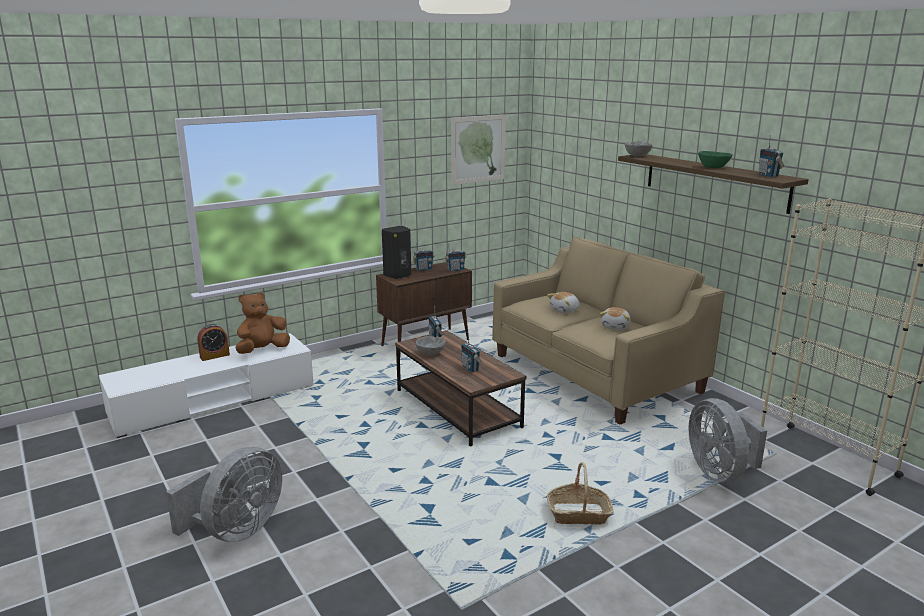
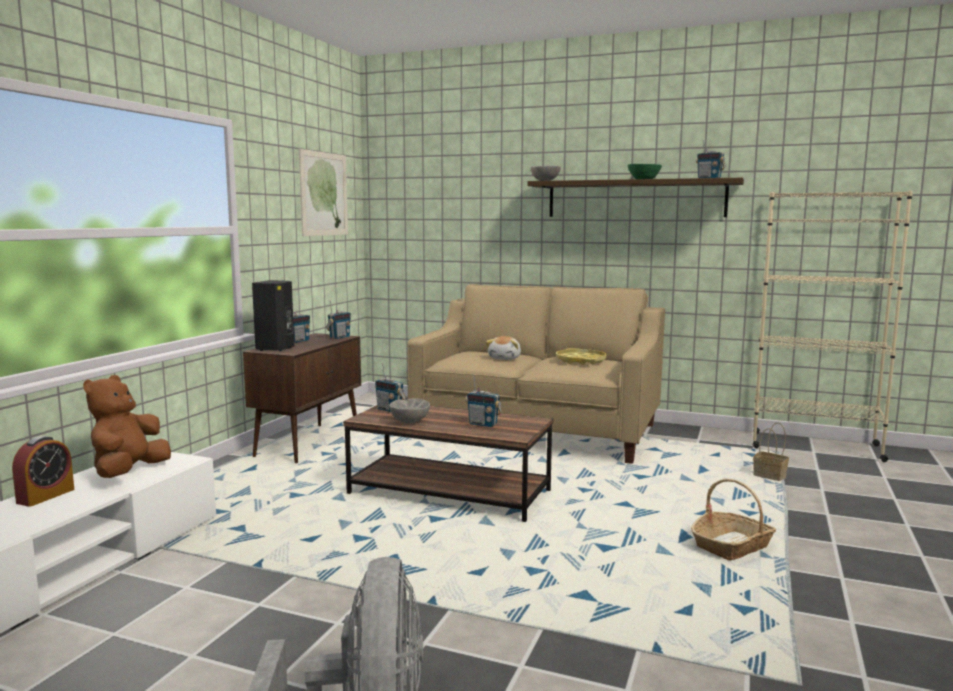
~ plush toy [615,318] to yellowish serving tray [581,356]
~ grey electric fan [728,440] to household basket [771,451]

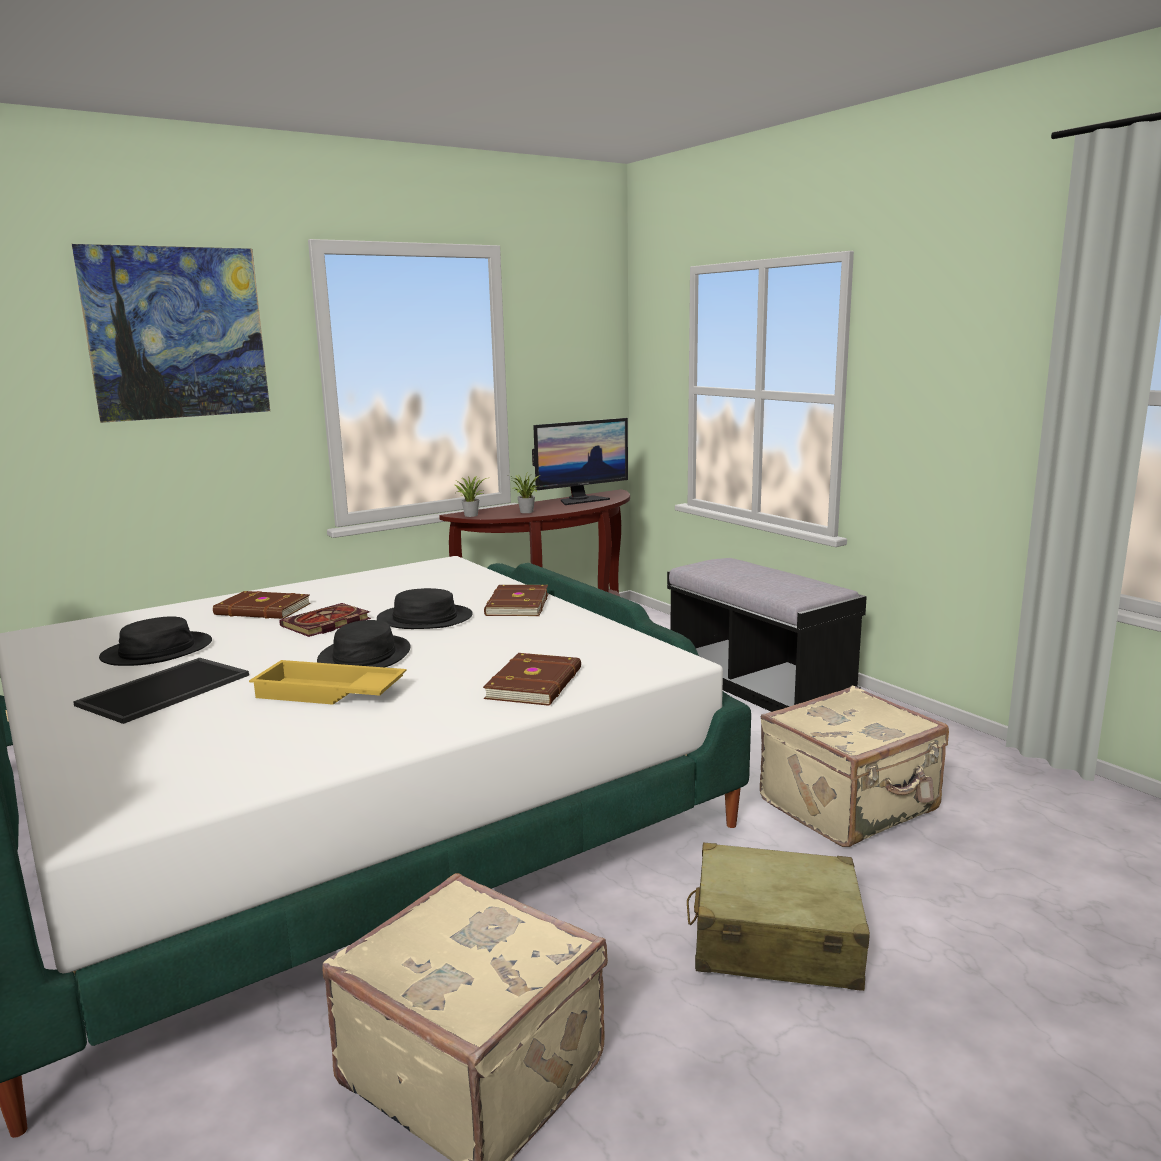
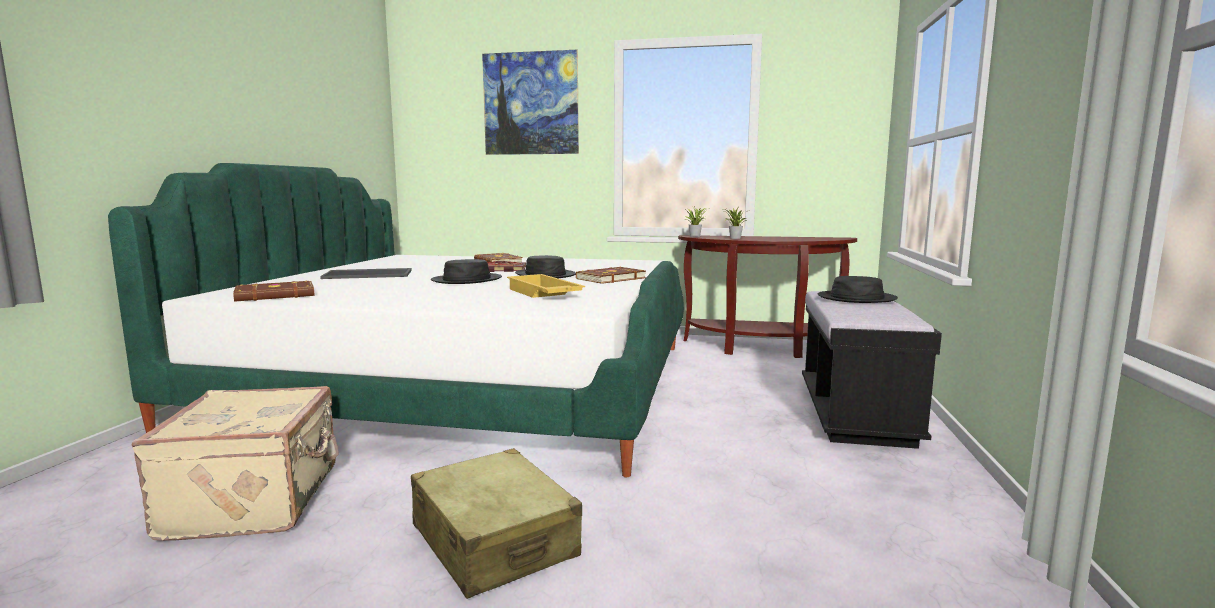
~ blackish wearable hat [155,641] to [858,289]
~ yellowish serving tray [328,682] to [546,286]
~ brownish bound book [532,679] to [274,291]
- monitor [580,461]
- beige-coloured travel case [854,766]

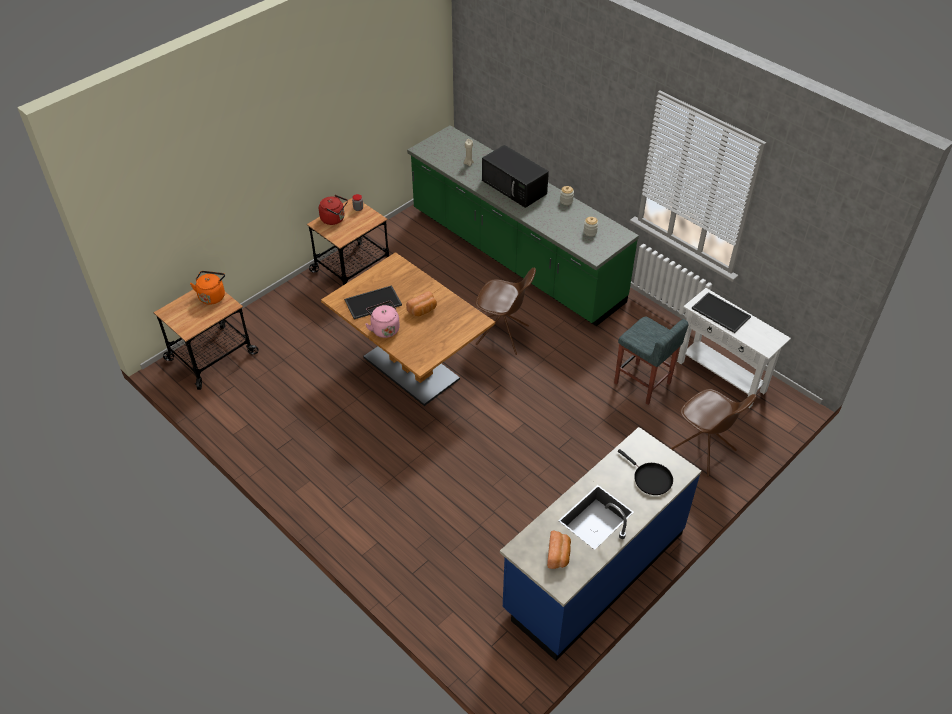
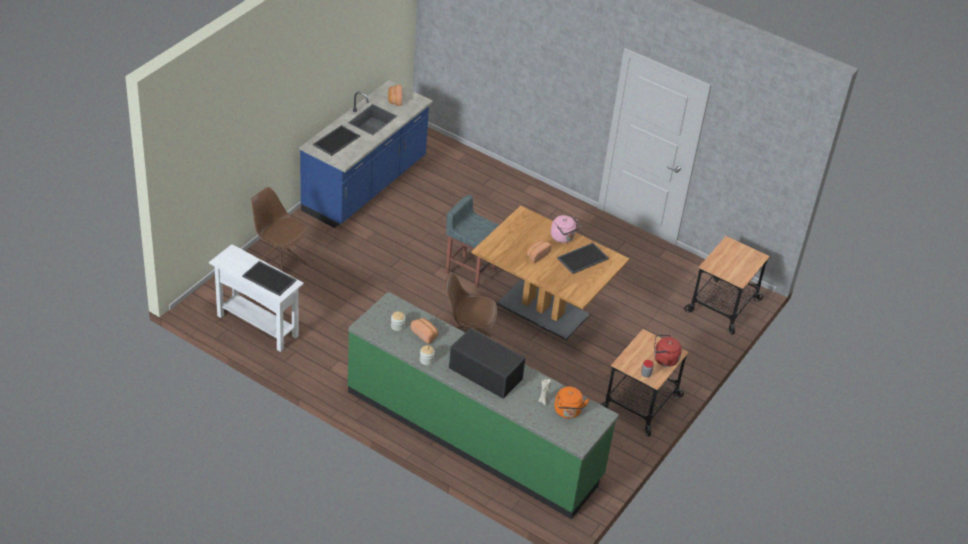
~ orangey kettle [207,288] to [572,403]
~ grey stool seat [651,360] to [472,242]
~ blackish frying pan [645,472] to serving tray [336,140]
+ bread [424,331]

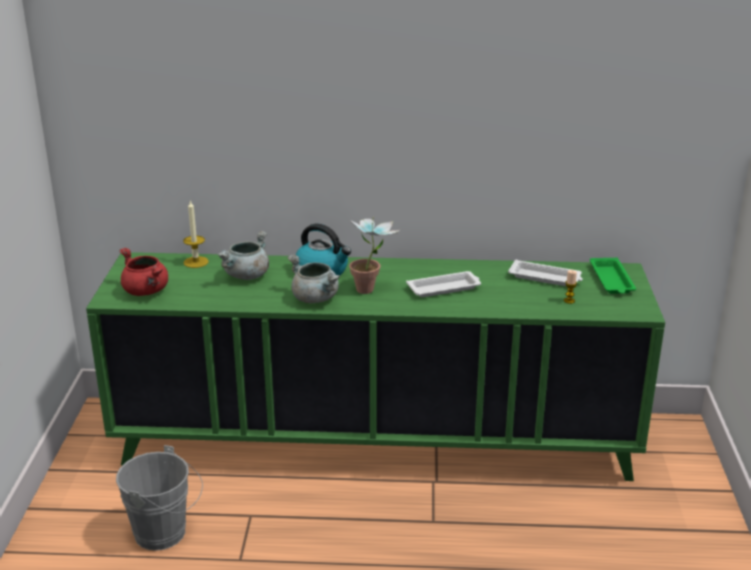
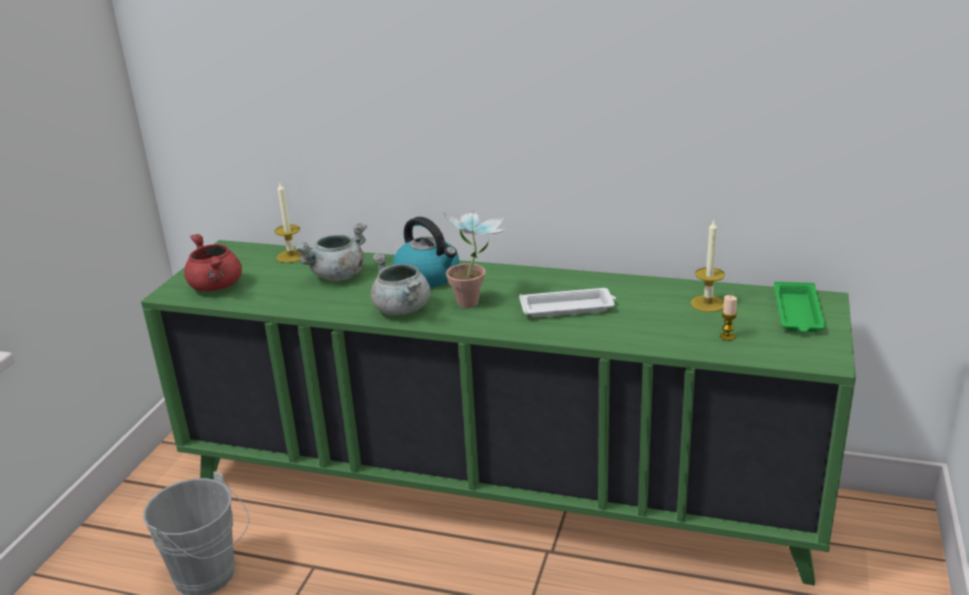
~ white serving tray [545,272] to candle [707,266]

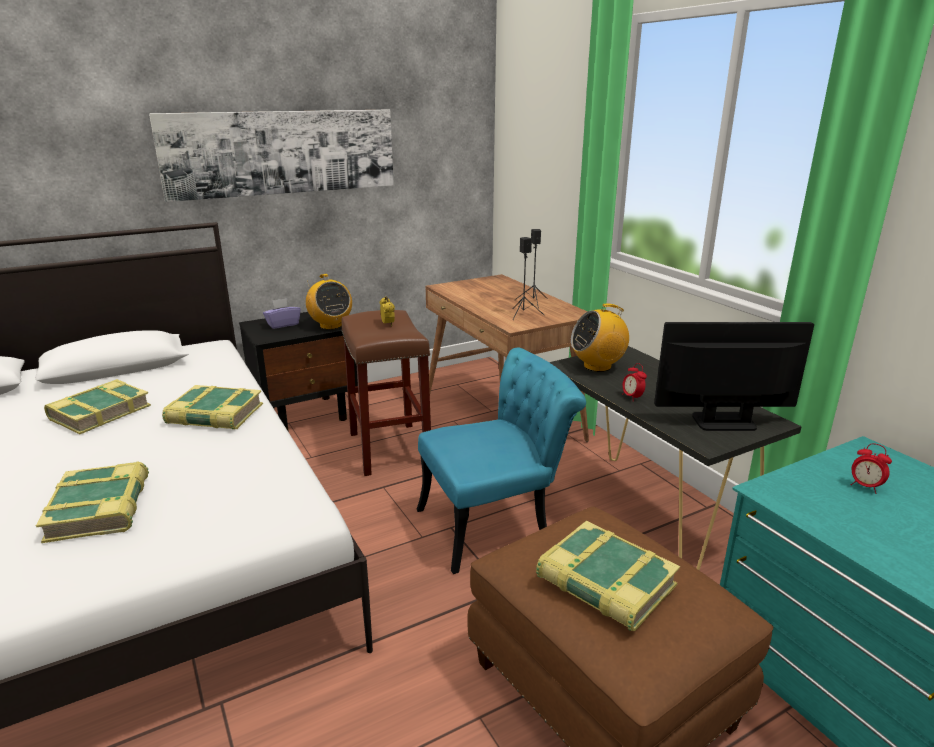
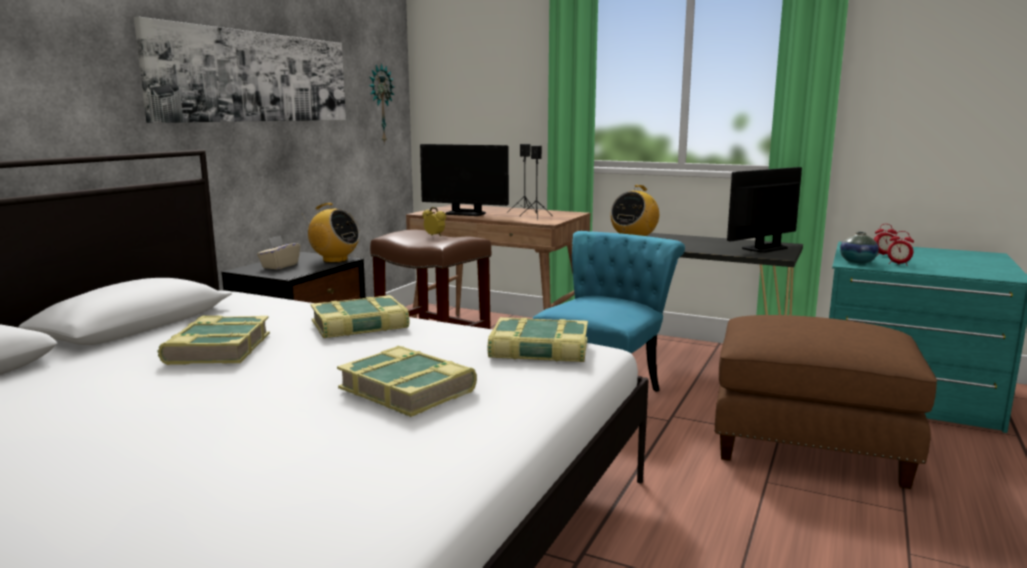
~ purple-coloured box of tissues [282,313] to beige-coloured box of tissues [278,252]
~ bound book [608,576] to [538,339]
~ bedside clock [634,382] to [900,248]
+ hanging clock [382,103]
+ monitor [464,180]
+ vase [859,247]

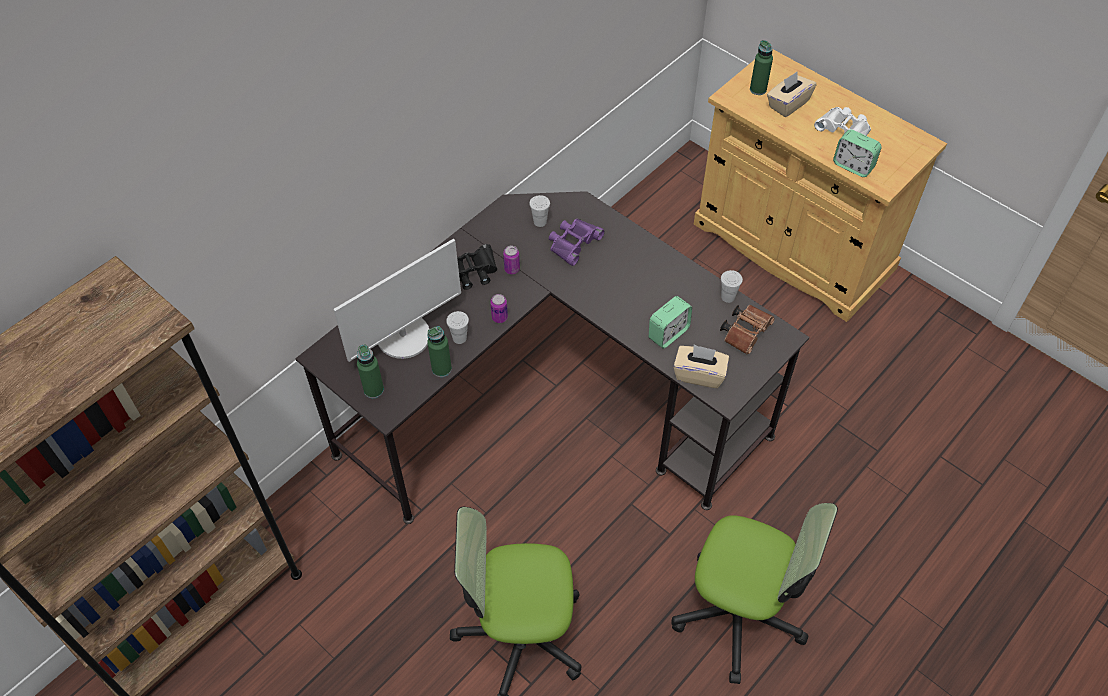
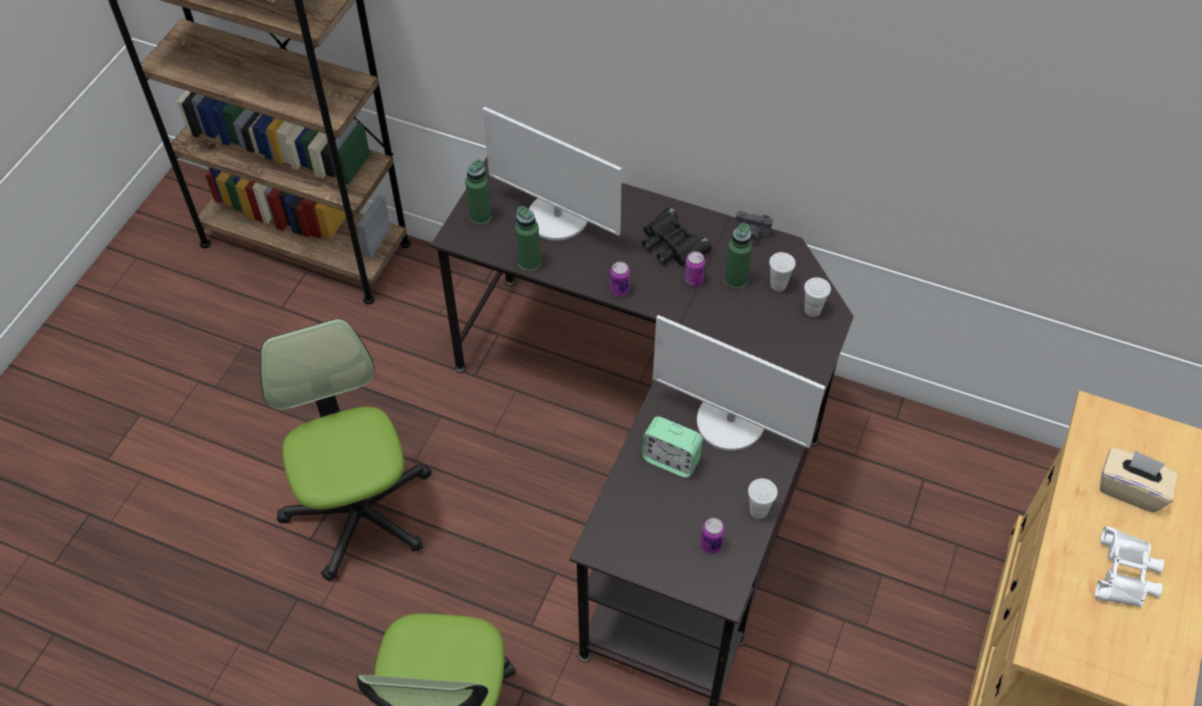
~ white small cup [457,327] to [817,297]
- purple-coloured binoculars [577,242]
- beige-coloured box of tissues [701,366]
~ brownish binoculars [747,329] to sealed can [712,536]
~ green bottle [761,67] to [738,256]
- bedside clock [857,153]
+ monitor [739,383]
+ still camera [753,227]

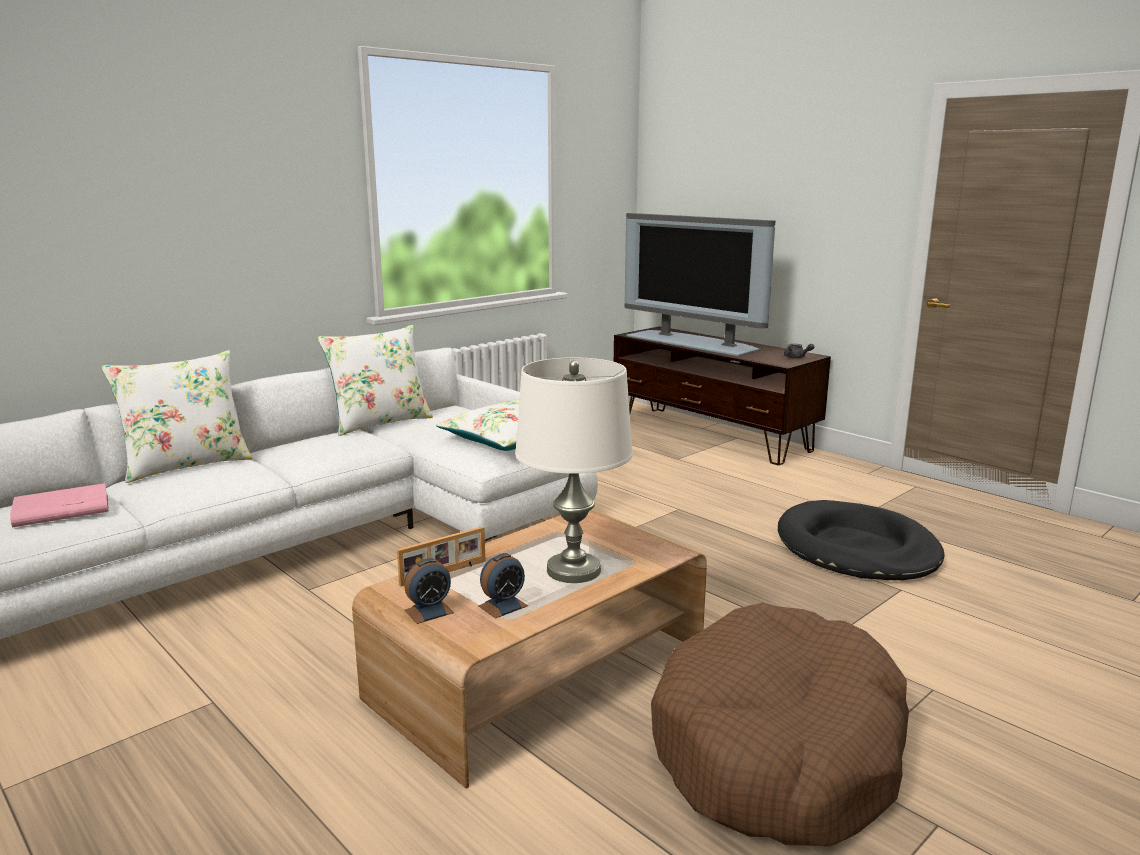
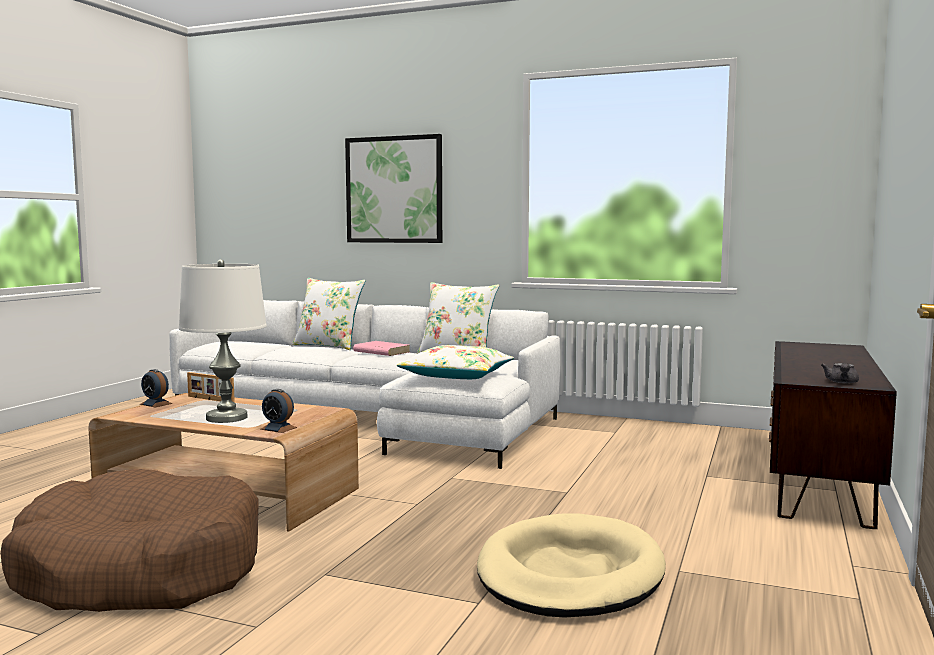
~ pink bound book [59,505] to [381,348]
~ bedside clock [503,586] to [278,411]
- TV [700,284]
~ blackish pet bed [861,540] to beige-coloured pet bed [571,565]
+ picture [393,188]

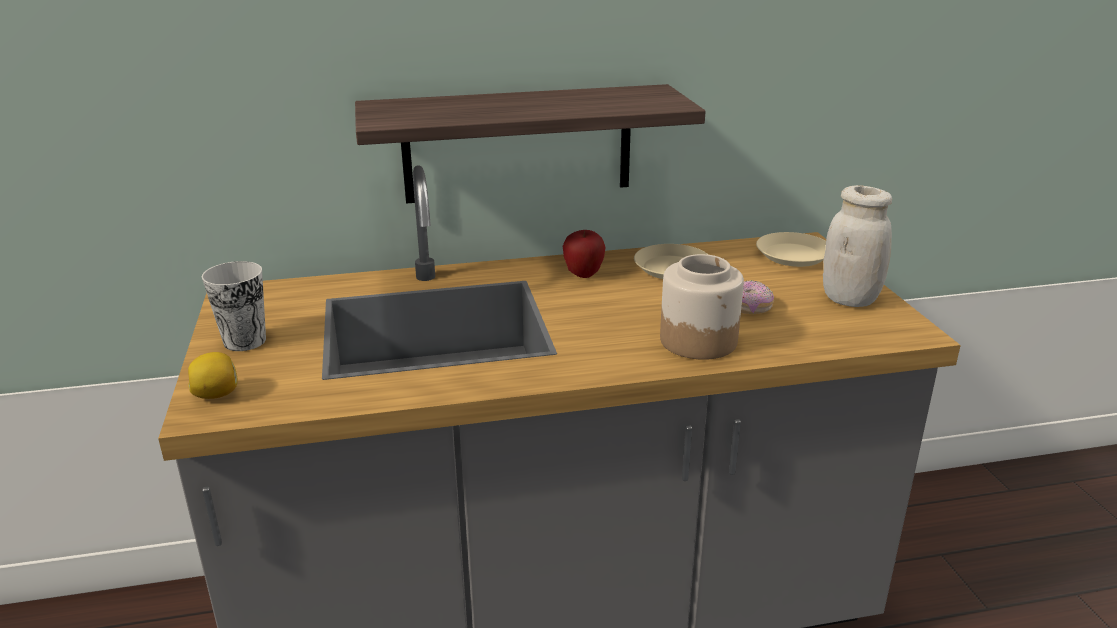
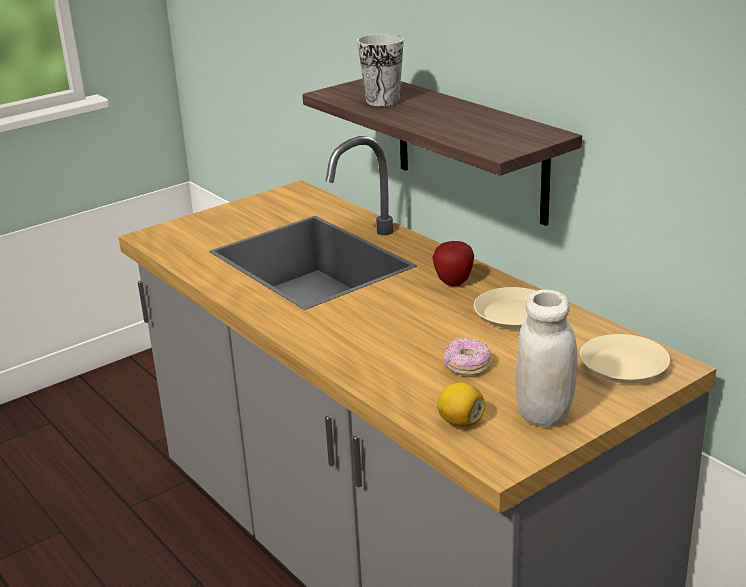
~ lemon [212,375] to [461,404]
~ small cup [234,306] to [380,70]
- storage jar [702,307]

